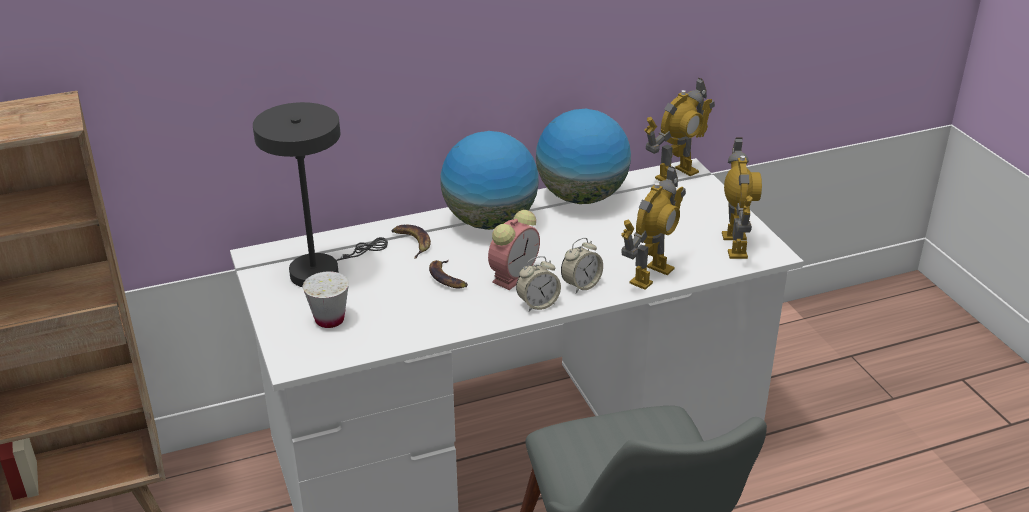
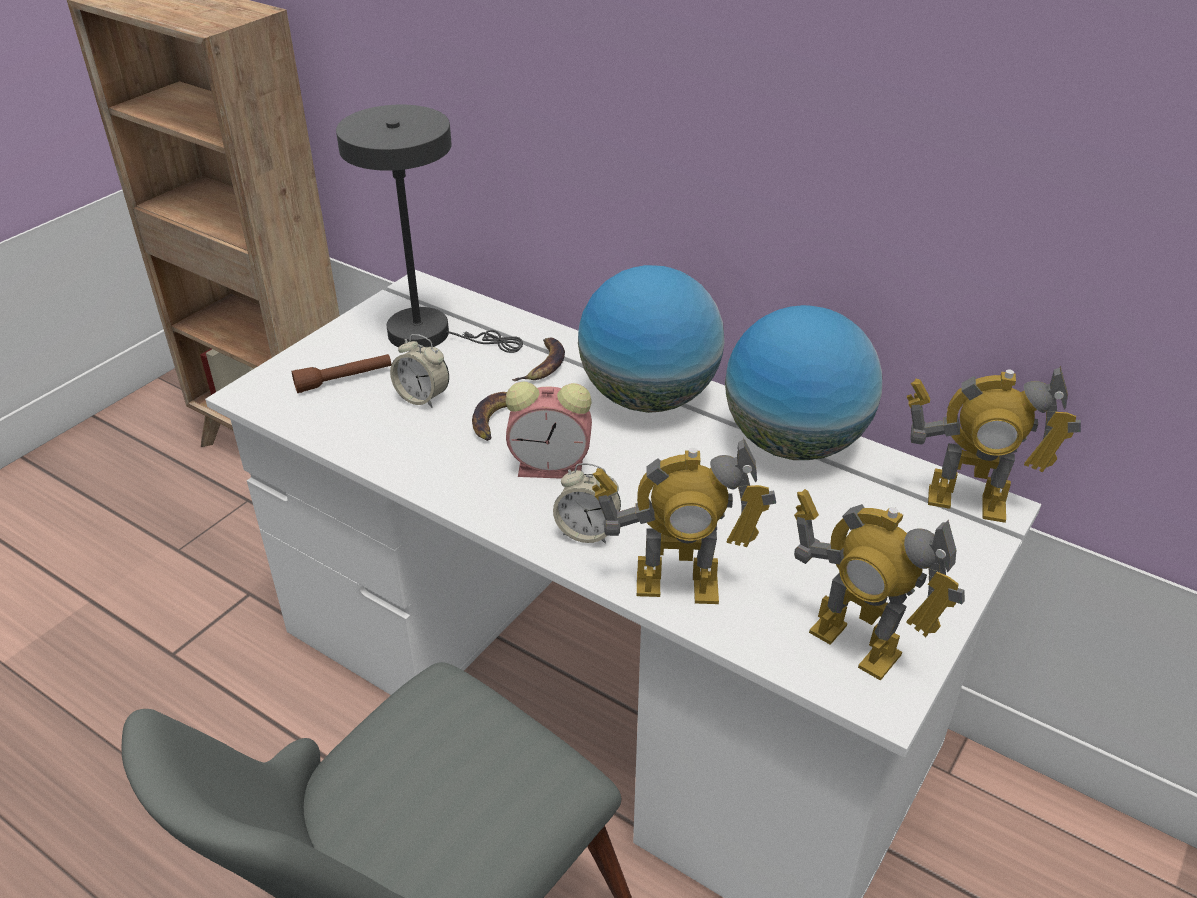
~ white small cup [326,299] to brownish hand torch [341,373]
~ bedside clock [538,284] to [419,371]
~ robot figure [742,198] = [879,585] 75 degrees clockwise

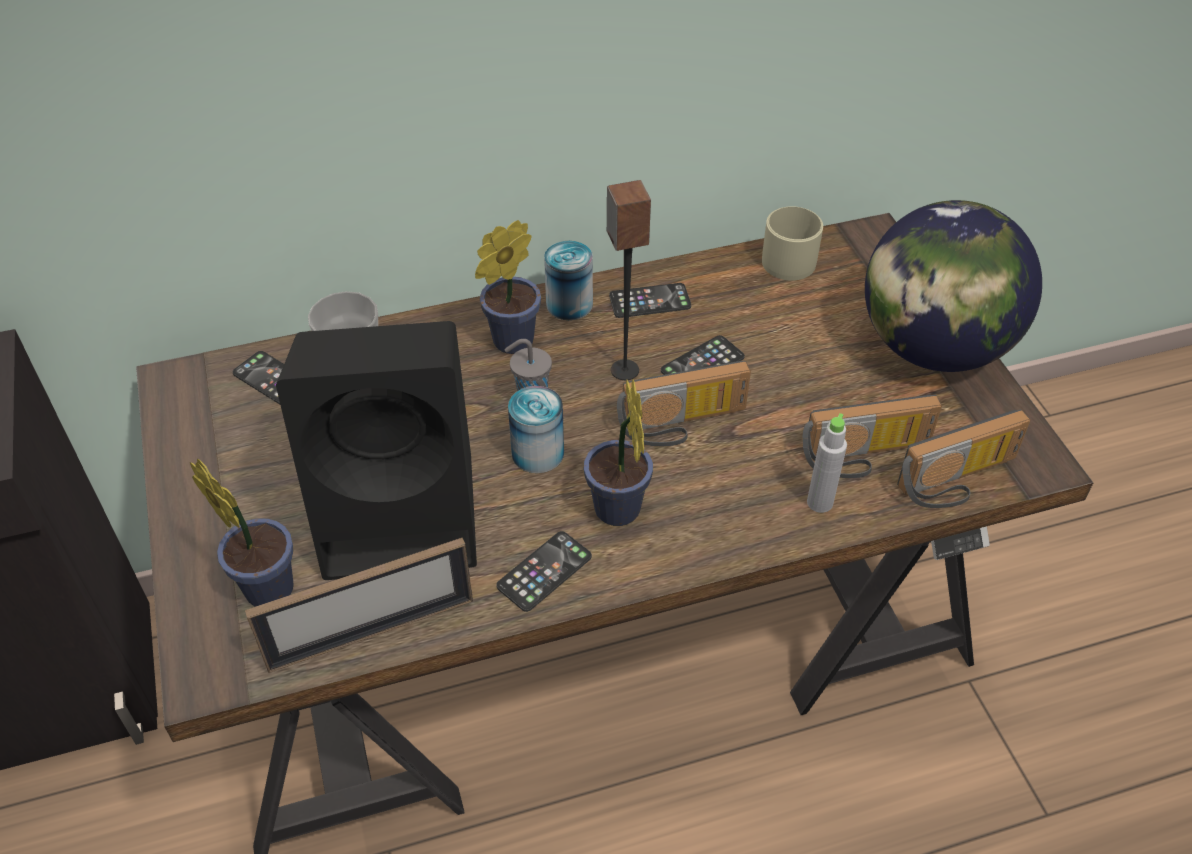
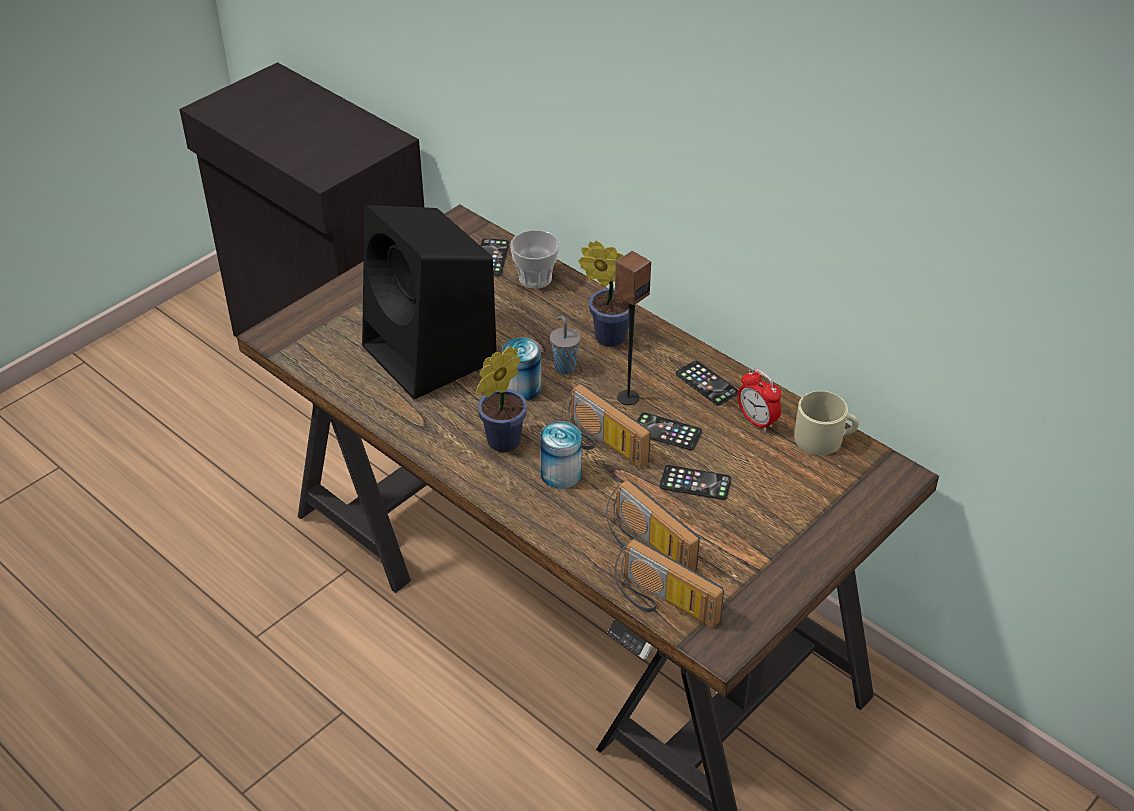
- houseplant [242,532]
- standing frame [359,605]
~ telephone [544,571] to [695,482]
~ sealed can [568,280] to [561,455]
- grey bottle [827,463]
- desk globe [953,286]
+ bedside clock [759,400]

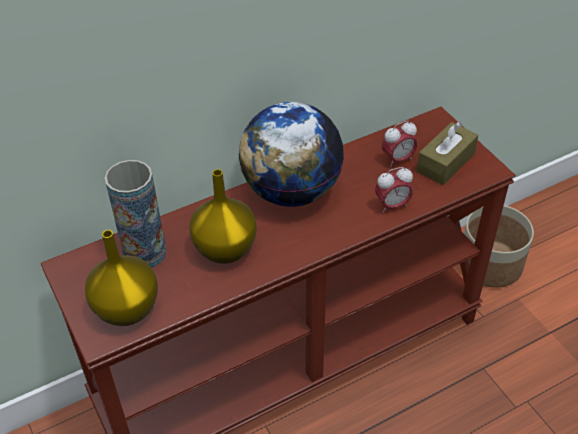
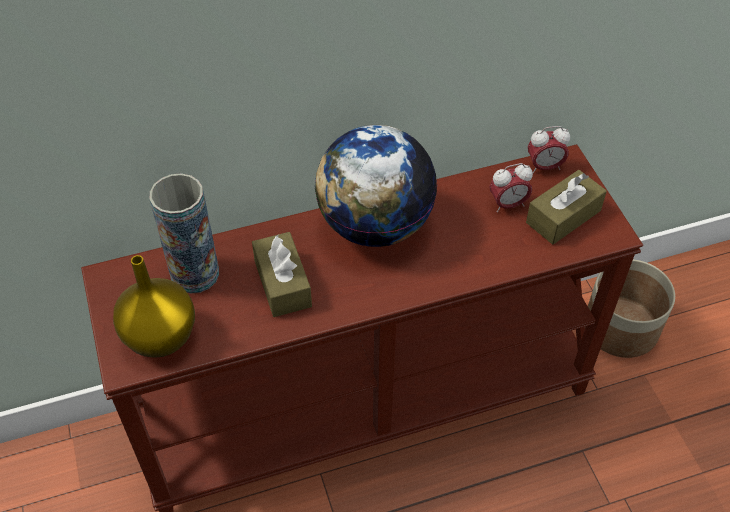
~ yellowish vase [223,216] to brownish box of tissues [282,274]
~ bedside clock [394,190] to [549,149]

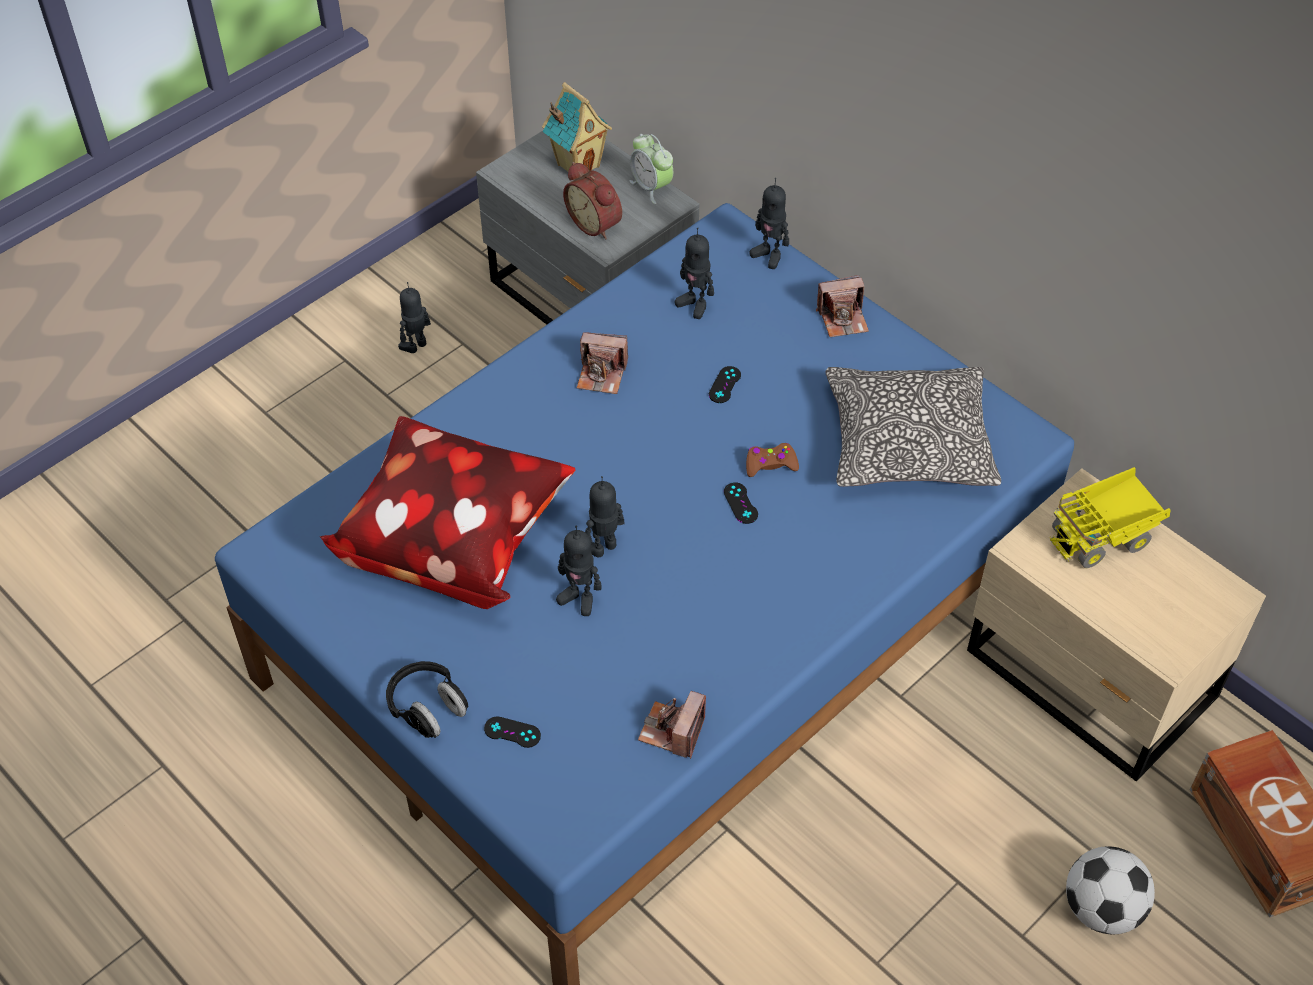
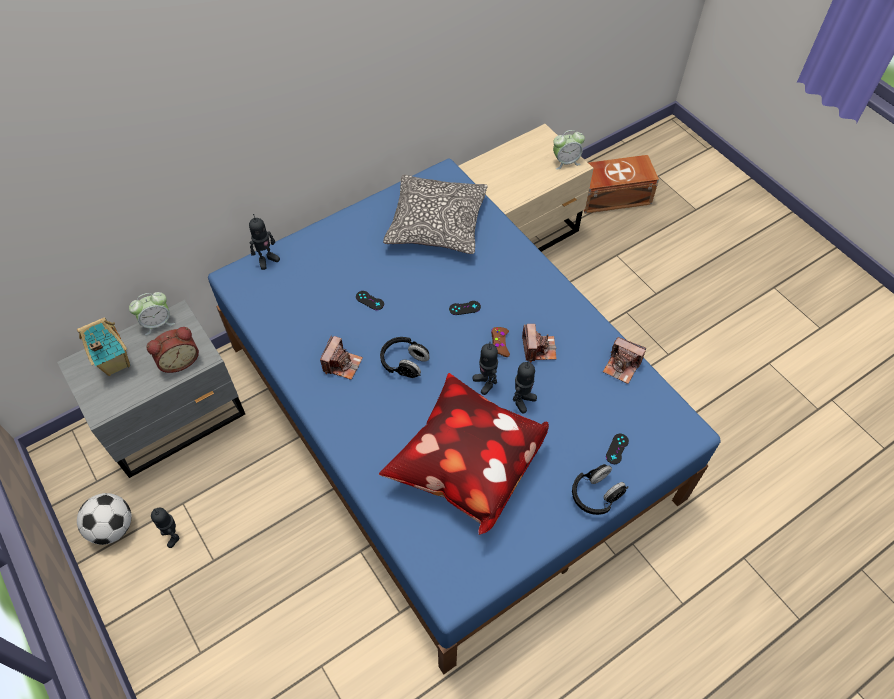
- robot figure [694,273]
~ brownish game controller [772,460] to [500,342]
~ still camera [842,306] to [539,343]
- model truck [1110,517]
~ ball for football [1110,890] to [104,519]
+ blackish pair of headphones [405,357]
+ bedside clock [569,150]

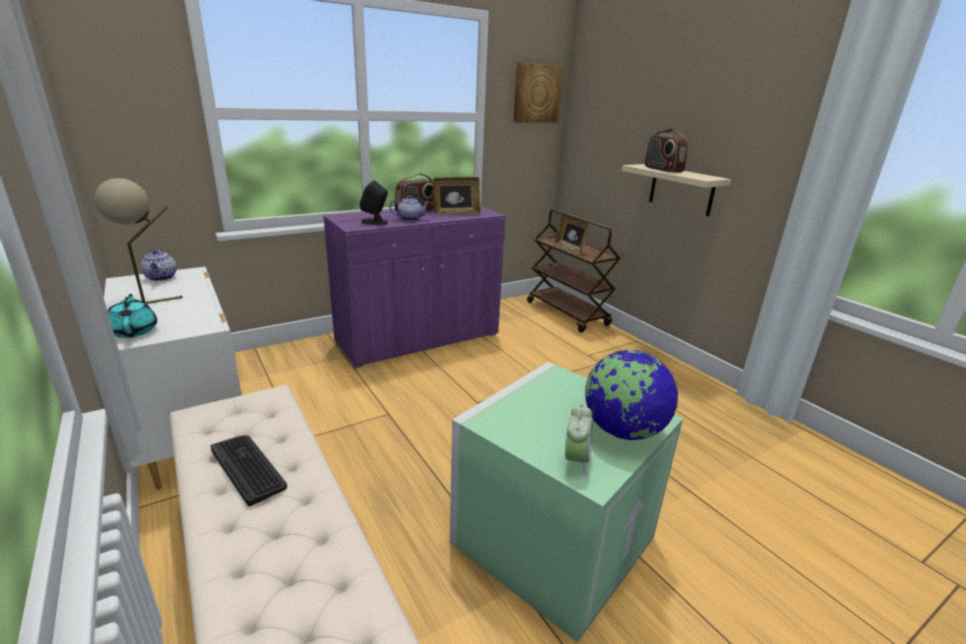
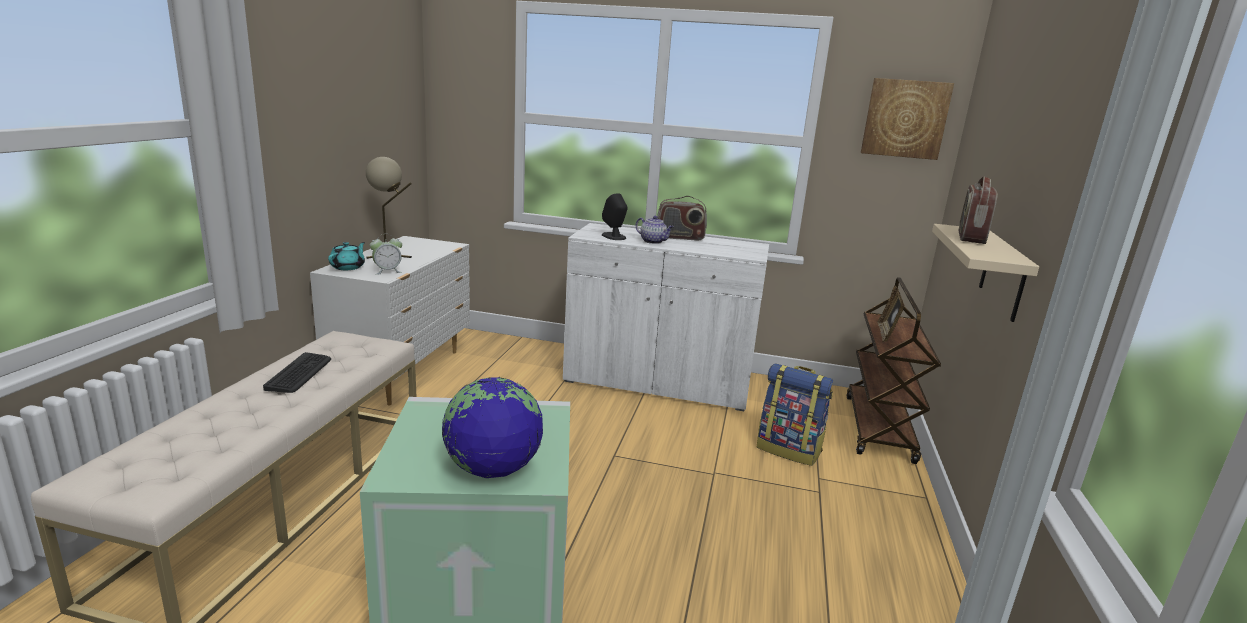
- pot for tea [159,265]
~ purple-coloured cupboard [414,287] to white cupboard [666,317]
- standing frame [457,196]
~ bedside clock [579,441] to [386,254]
+ knapsack [795,414]

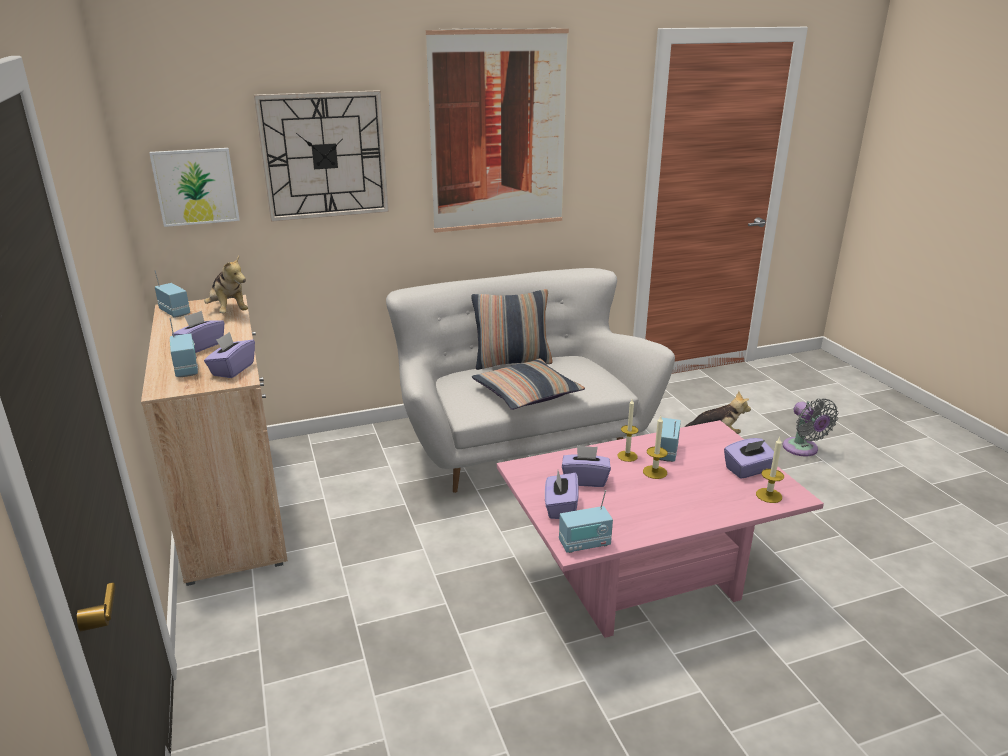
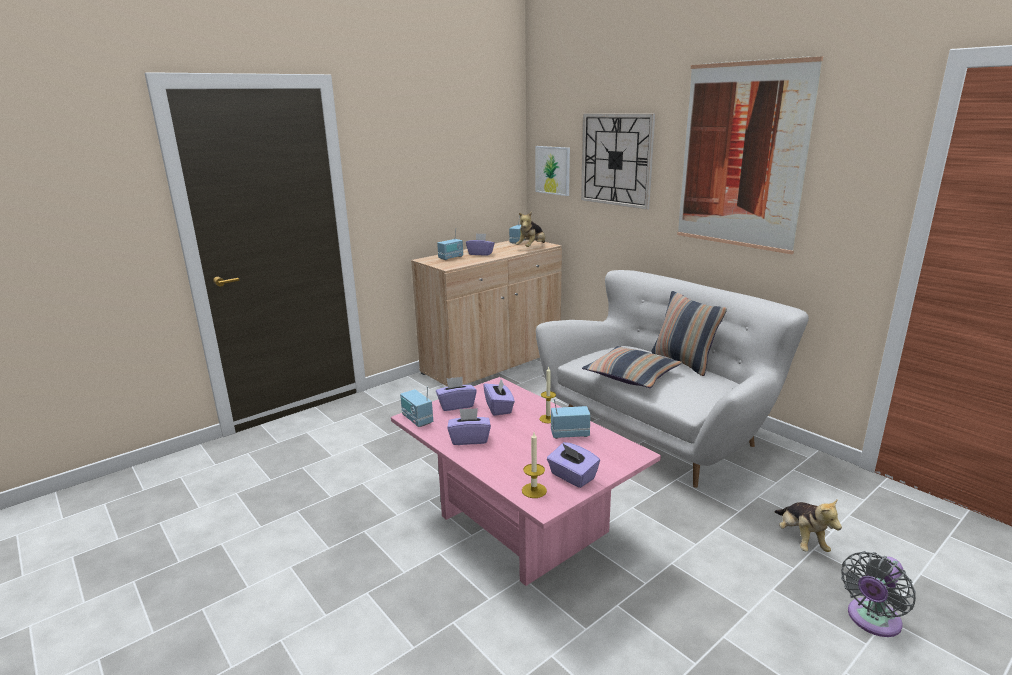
~ purple-coloured box of tissues [229,355] to [469,426]
- candle [655,447]

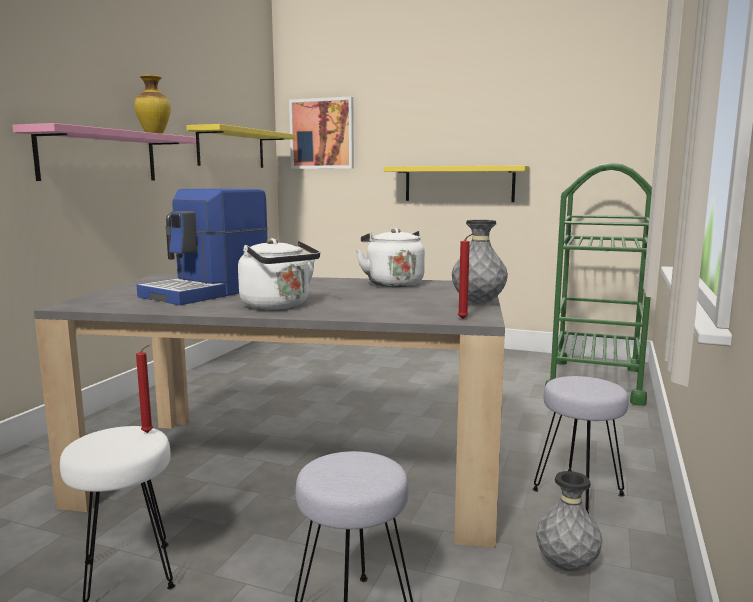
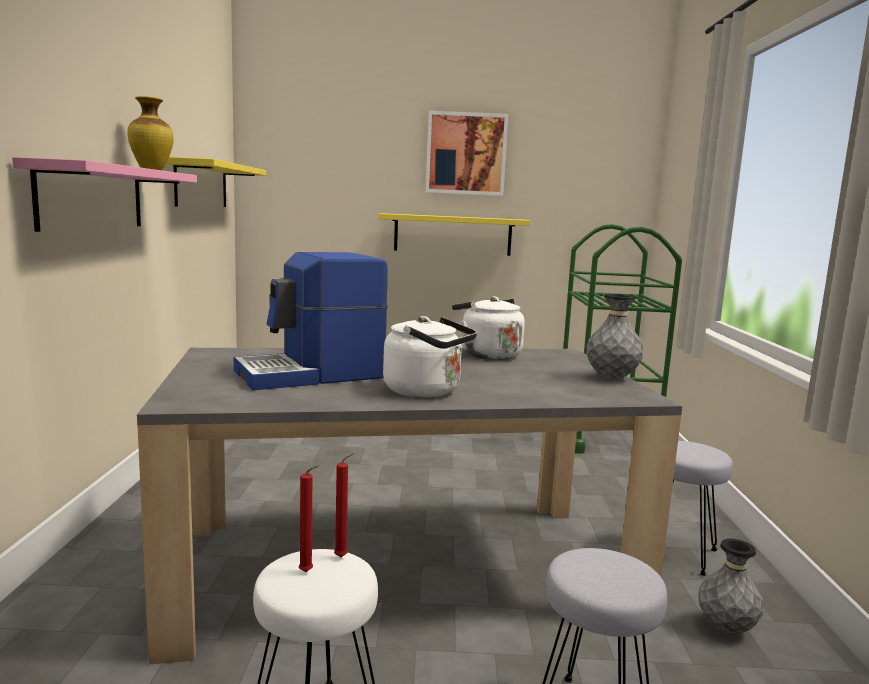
~ coffee maker [202,246] = [311,321] 45 degrees clockwise
~ picture [321,132] to [467,153]
~ red candle [466,276] to [308,518]

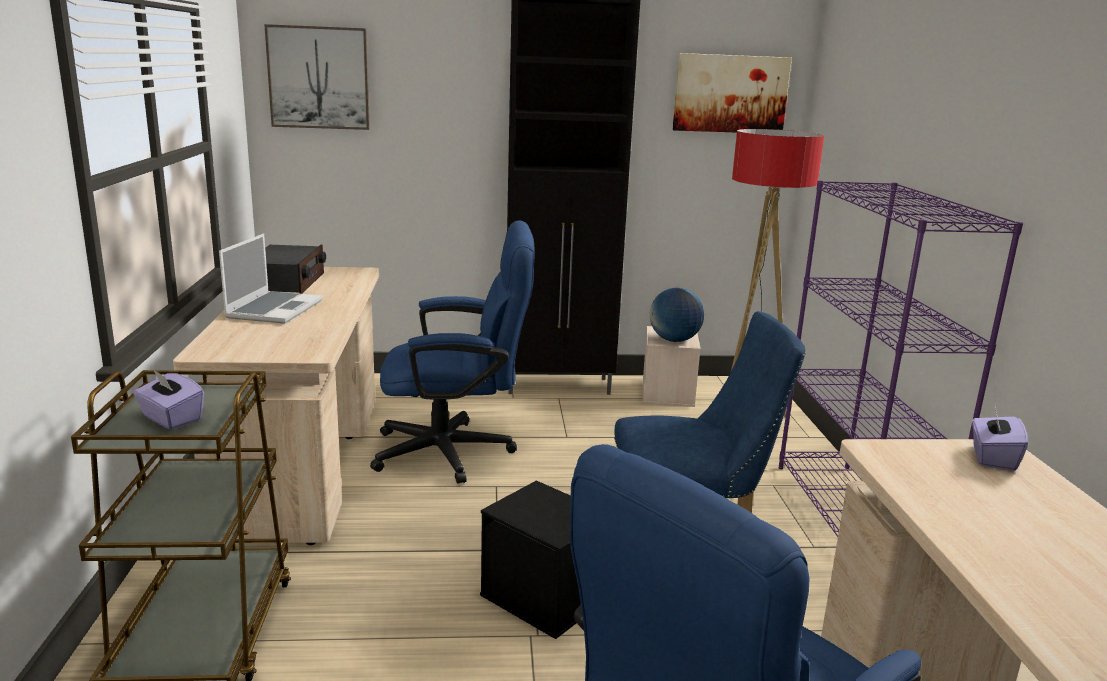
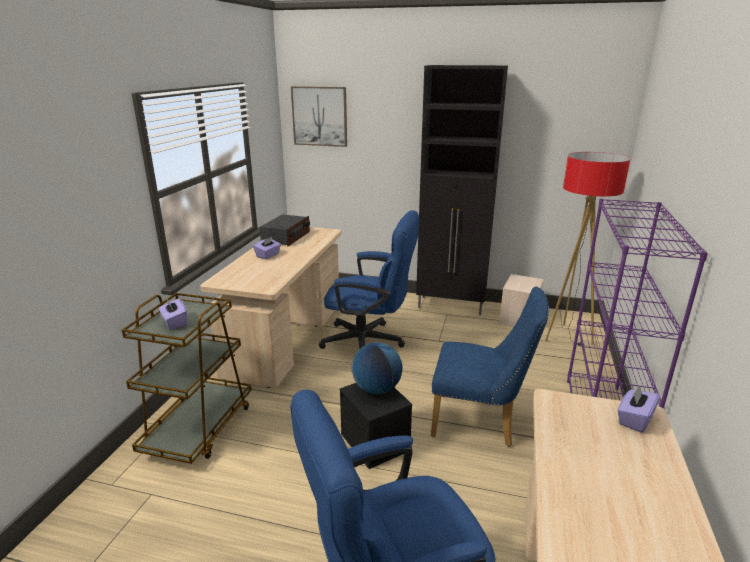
~ laptop [271,279] to purple-coloured box of tissues [267,247]
~ desk globe [677,314] to [377,368]
- picture [732,93]

